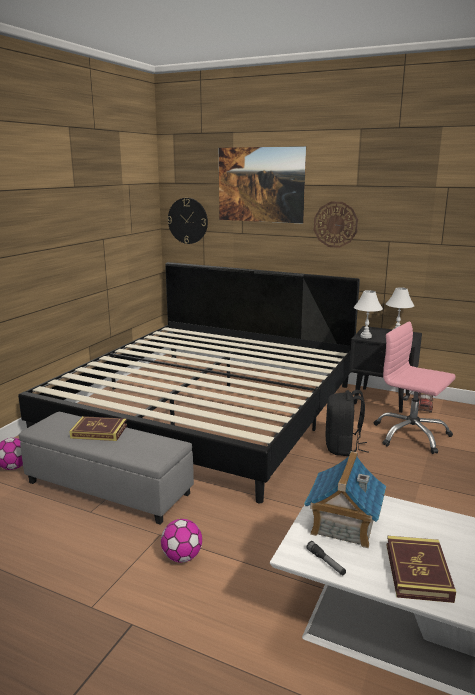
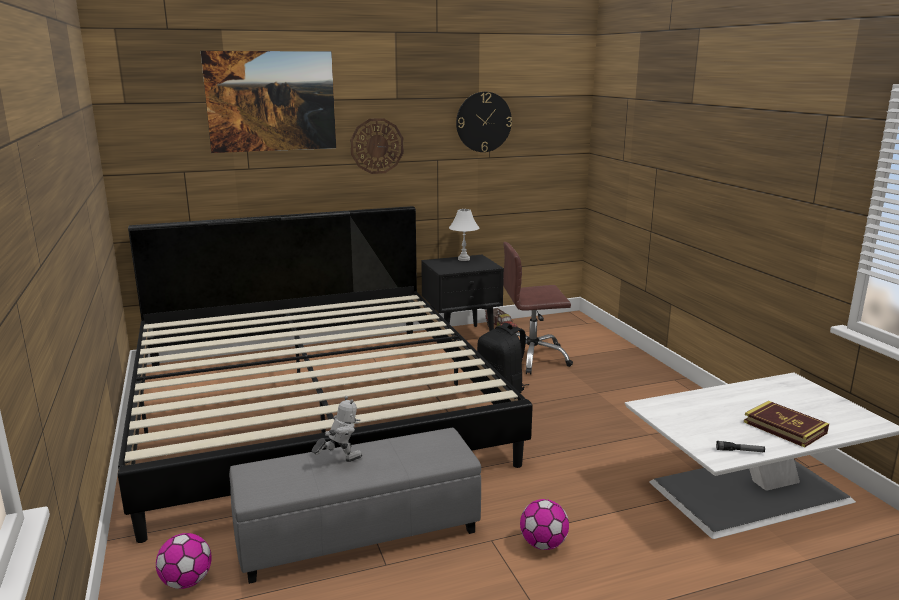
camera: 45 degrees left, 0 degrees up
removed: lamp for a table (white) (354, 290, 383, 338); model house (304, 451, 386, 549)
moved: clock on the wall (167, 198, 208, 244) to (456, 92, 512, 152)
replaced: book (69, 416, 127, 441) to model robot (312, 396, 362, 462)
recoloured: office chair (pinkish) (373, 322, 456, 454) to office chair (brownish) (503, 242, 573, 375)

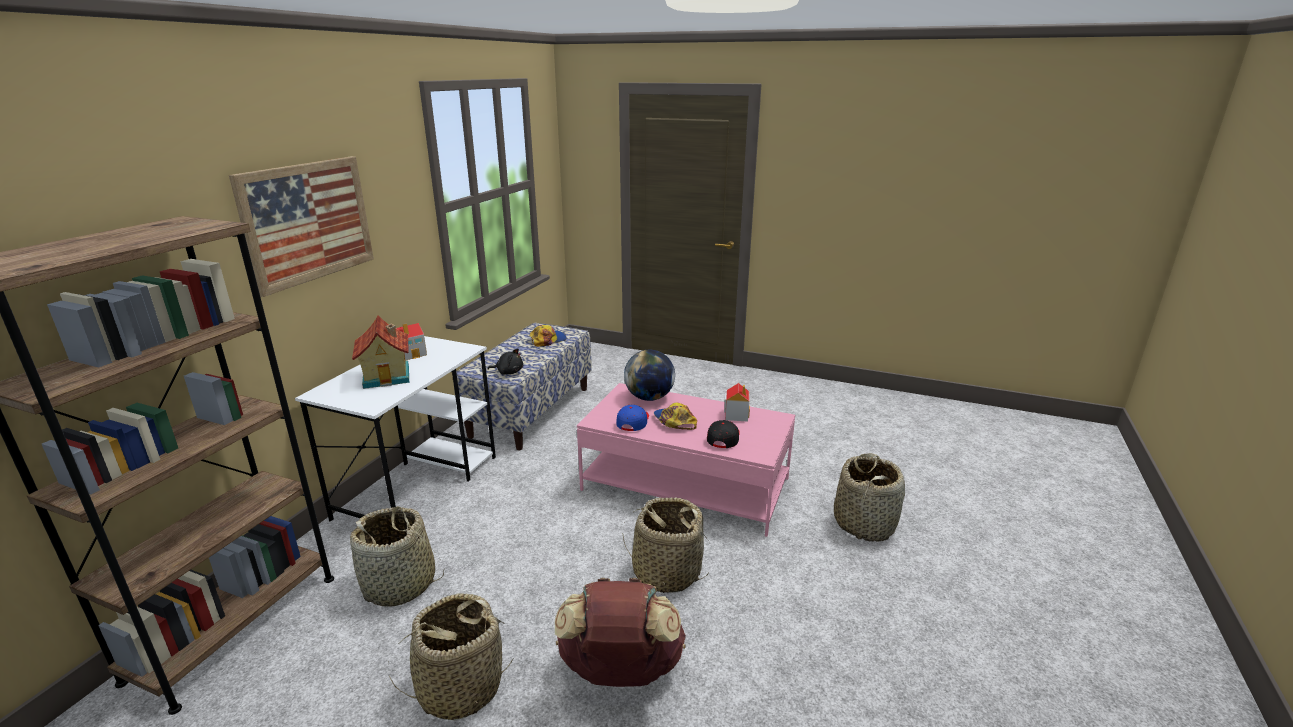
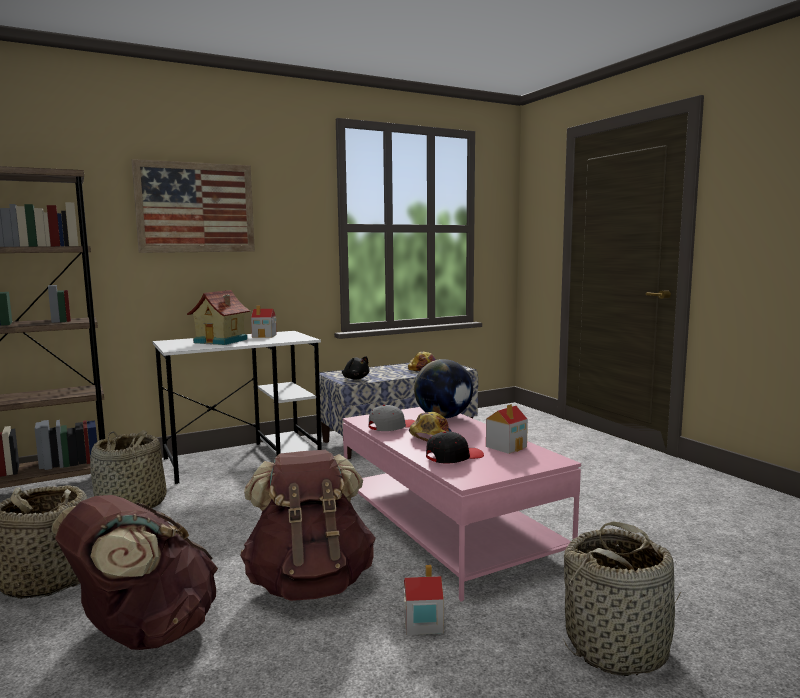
camera: 40 degrees right, 15 degrees down
added: model house (404, 565, 444, 635)
replaced: storage basket (623, 497, 708, 593) to rucksack (brownish) (240, 450, 375, 601)
recoloured: cap (blue-coloured) (616, 405, 649, 431) to cap (gray) (369, 405, 415, 431)

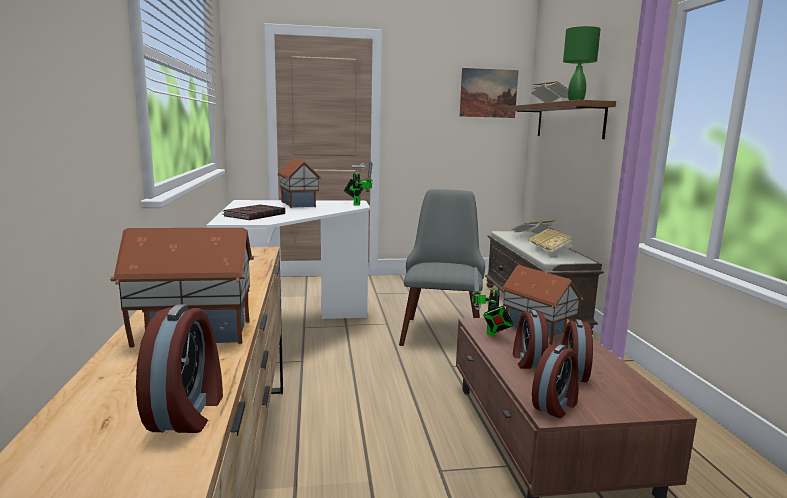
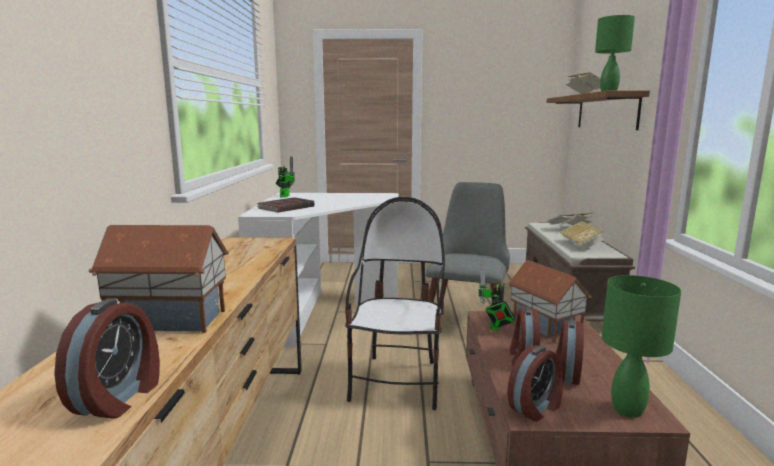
camera: 10 degrees right, 0 degrees up
removed: wall art (460, 68, 519, 118); model house (277, 158, 321, 208)
added: upright chair (345, 197, 445, 410); lamp for a table (greenish) (602, 275, 681, 418)
moved: model robot (344, 162, 373, 206) to (276, 156, 295, 198)

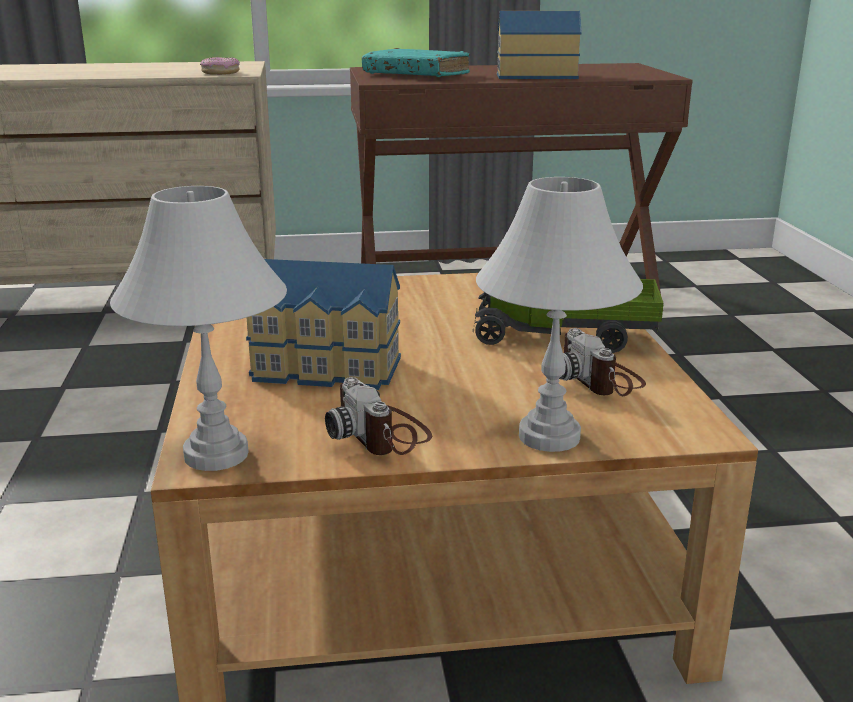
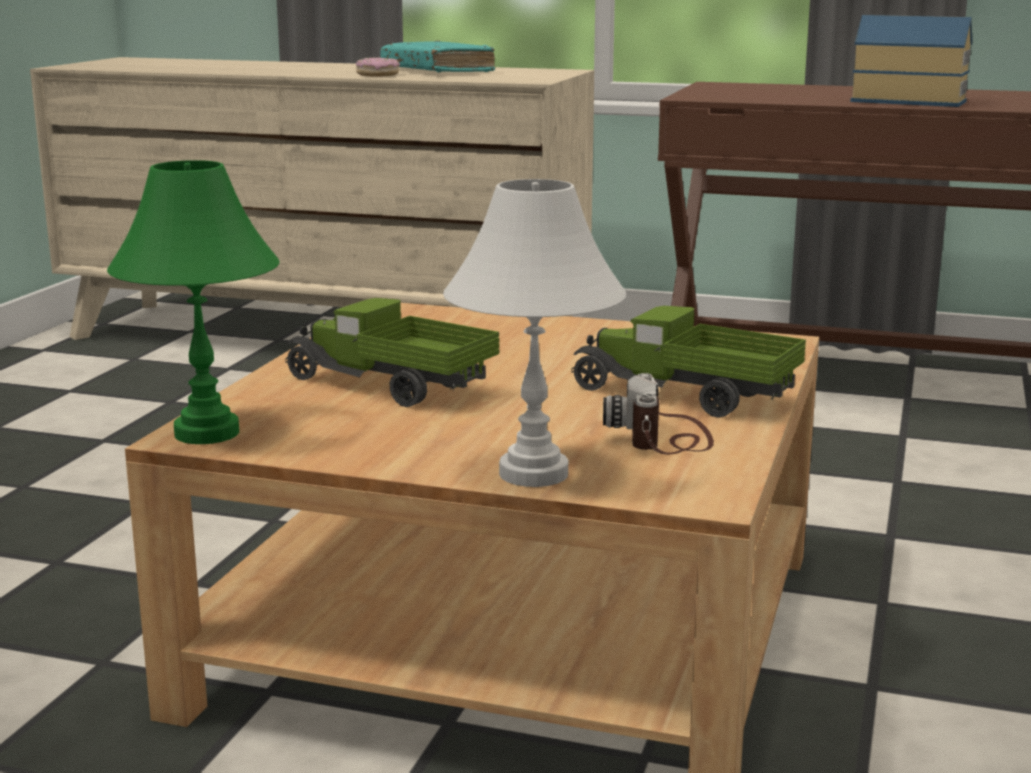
camera: 25 degrees right, 5 degrees down
removed: still camera (325, 377, 432, 455)
moved: book (blue-green) (362, 48, 470, 77) to (380, 41, 495, 73); doughnut (200, 57, 240, 75) to (356, 57, 400, 76)
replaced: model house (246, 259, 401, 390) to toy truck (285, 298, 499, 407)
recoloured: lamp for a table (white) (110, 186, 287, 471) to lamp for a table (greenish) (107, 160, 280, 444)

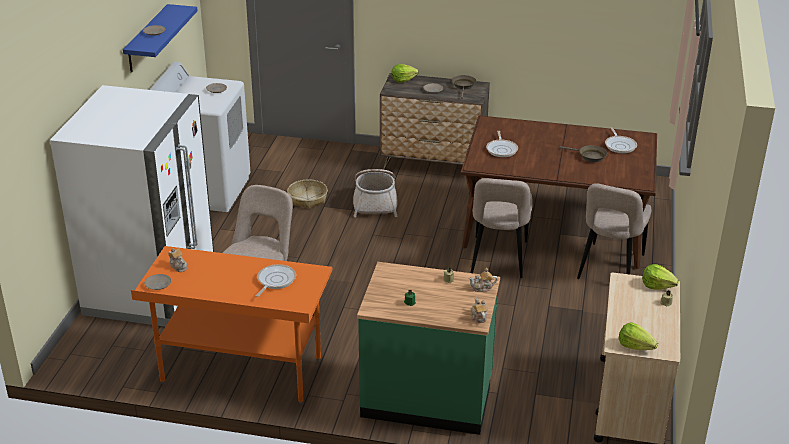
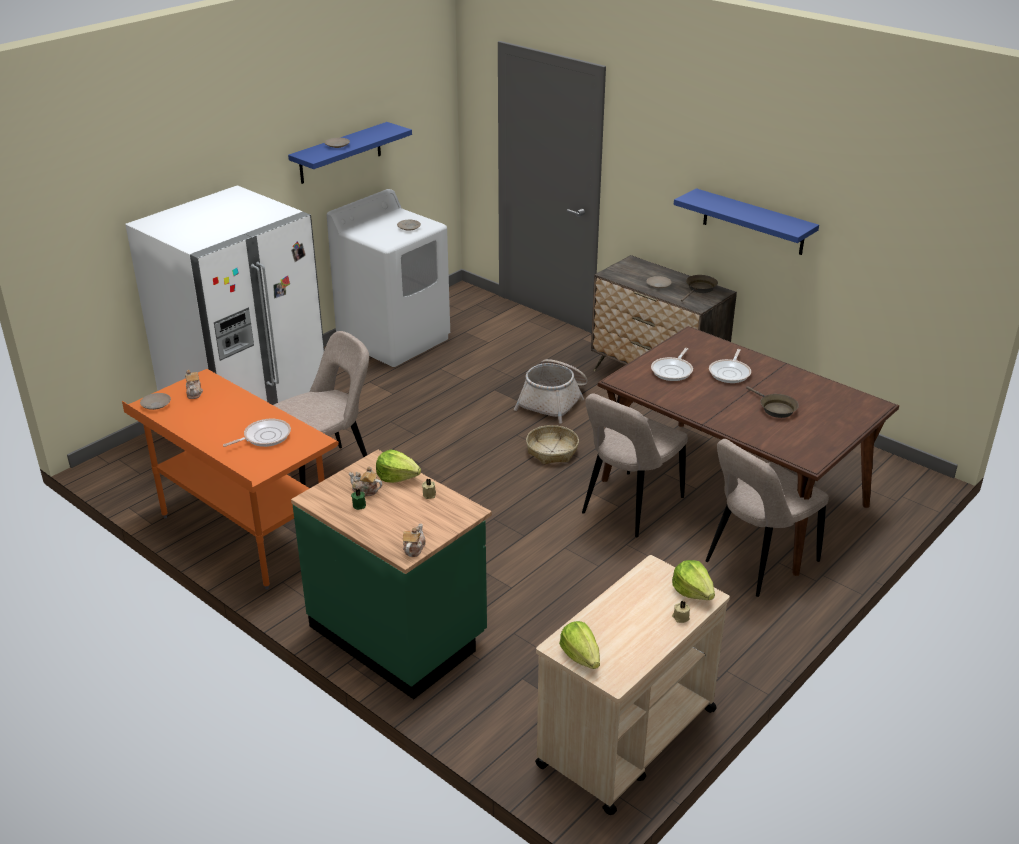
camera: 30 degrees right, 0 degrees up
added: bracket shelf (blue-coloured) (674, 188, 819, 255)
moved: head of lettuce (392, 64, 419, 83) to (376, 450, 421, 483); skillet (605, 127, 637, 153) to (709, 349, 751, 383); storage basket (287, 179, 328, 209) to (526, 425, 579, 464); teapot (469, 268, 498, 292) to (349, 466, 382, 497)

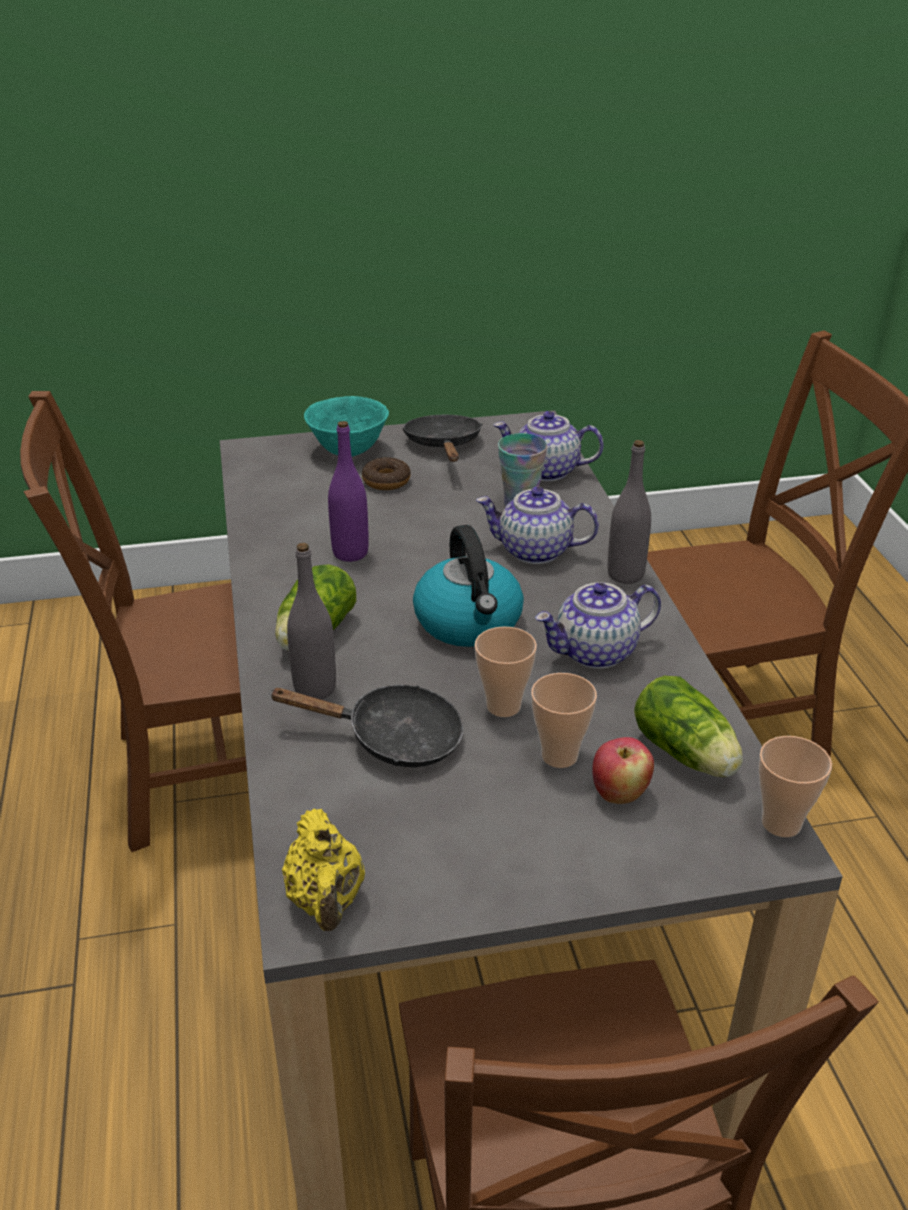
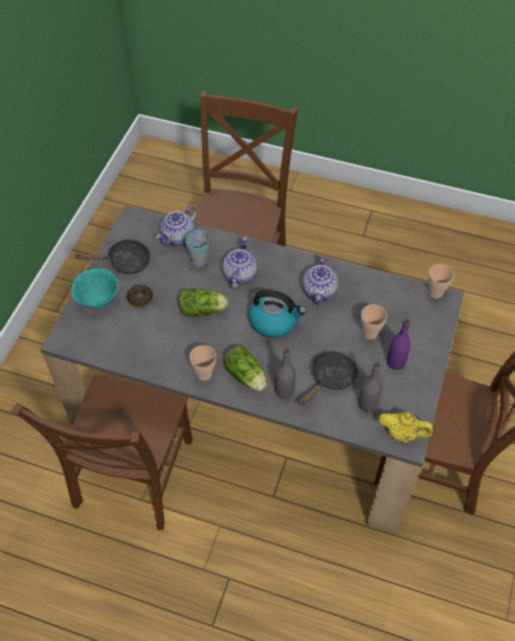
camera: 60 degrees left, 20 degrees up
removed: apple fruit (592, 737, 654, 804)
moved: bottle (purple-coloured) (328, 421, 369, 562) to (387, 319, 411, 370); bottle (gray) (608, 440, 651, 584) to (359, 362, 382, 412); drinking cup (474, 626, 537, 717) to (189, 345, 216, 381); head of lettuce (634, 676, 743, 777) to (179, 289, 228, 317)
turned: skillet (blackish) (402, 415, 482, 462) = (74, 239, 151, 274) 150 degrees clockwise; teapot (476, 486, 599, 564) = (222, 237, 257, 290) 150 degrees clockwise

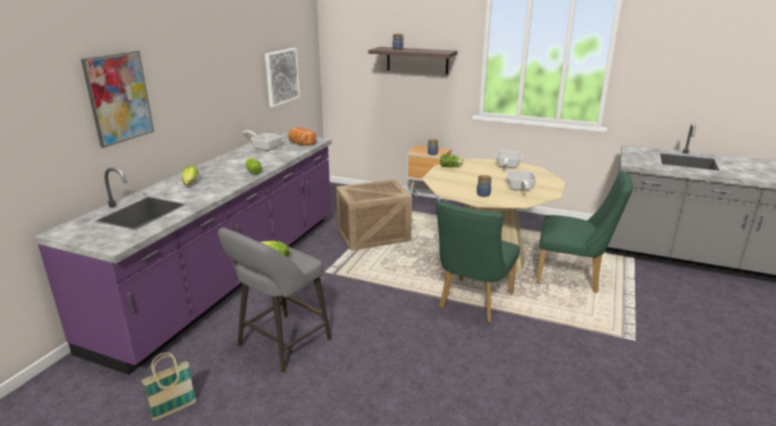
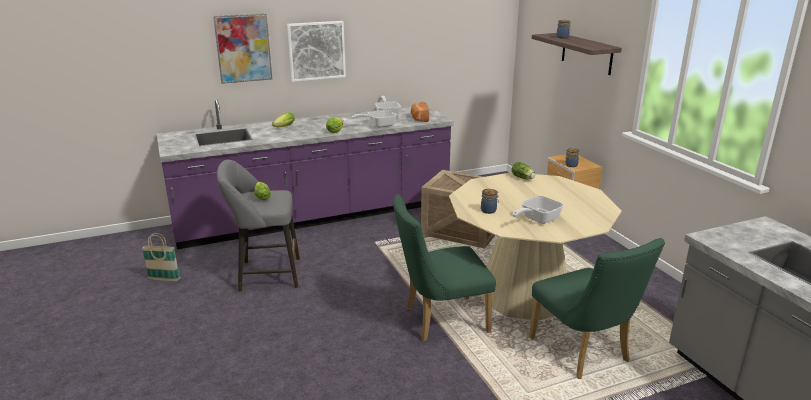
camera: 45 degrees right, 0 degrees up
moved: wall art (265, 48, 300, 108) to (287, 21, 346, 82); skillet (496, 150, 523, 168) to (352, 110, 397, 128)

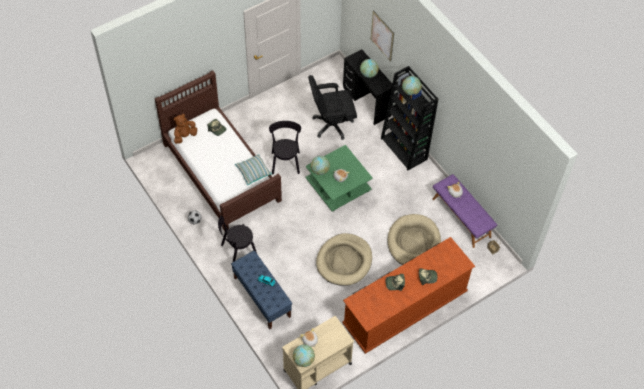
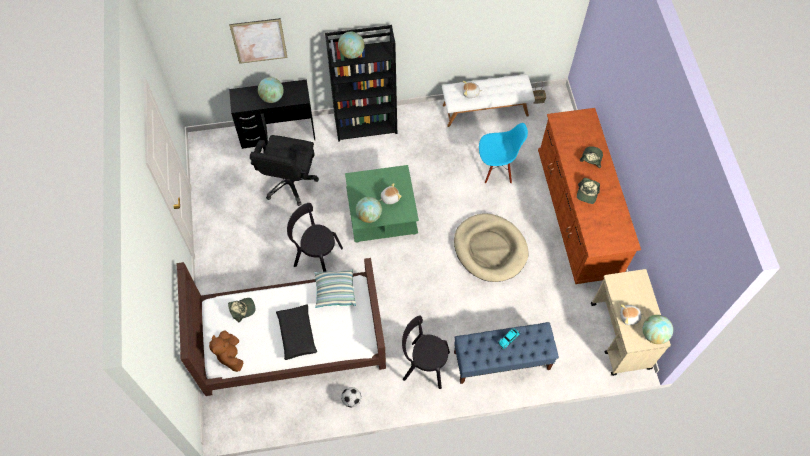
camera: 65 degrees left, 5 degrees up
added: pillow (blackish) (276, 304, 317, 360)
replaced: pet bed (beige-coloured) (387, 214, 441, 265) to upright chair (blue-coloured) (479, 123, 528, 184)
recoloured: long seat (purple-coloured) (432, 174, 497, 248) to long seat (white) (442, 74, 535, 127)
turned: upright chair (blackish) (218, 216, 257, 262) = (402, 315, 450, 389) 105 degrees clockwise

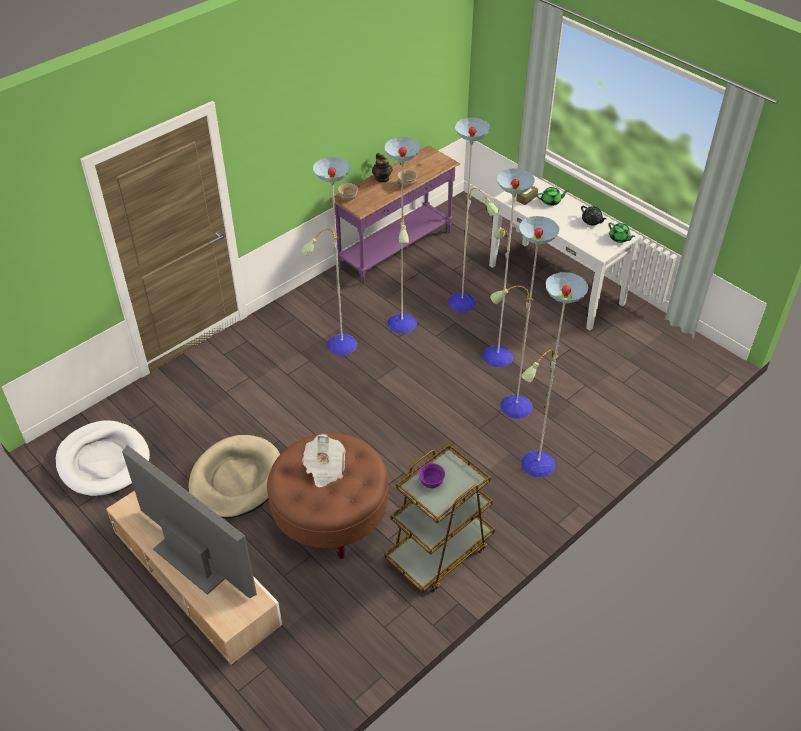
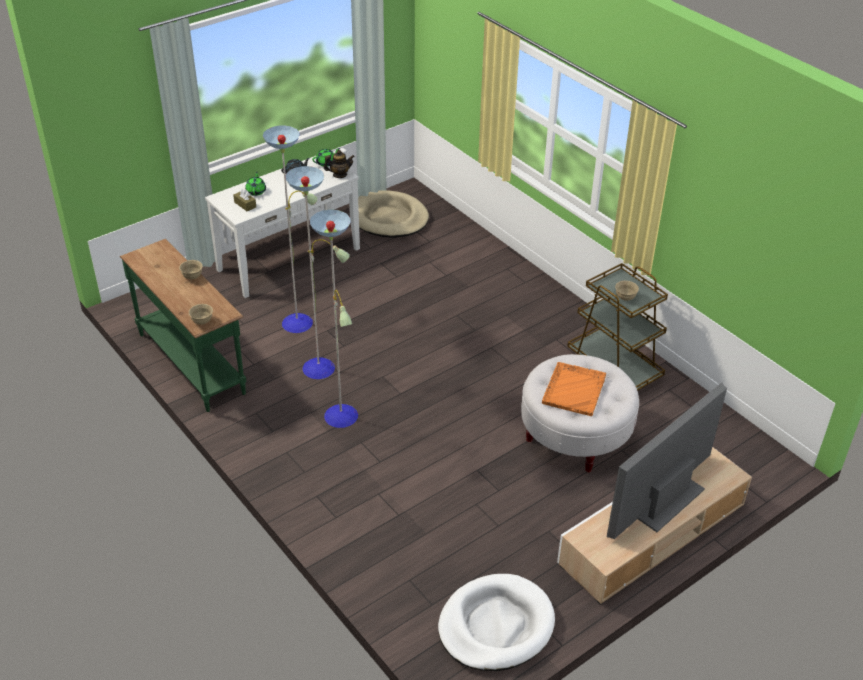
camera: 85 degrees left, 5 degrees down
removed: floor lamp (483, 168, 588, 478)
moved: teapot (372, 153, 392, 182) to (323, 150, 355, 178); pet bed (beige-coloured) (189, 435, 280, 519) to (358, 190, 429, 238)
replaced: printed paper (302, 434, 346, 487) to tray (orangey) (542, 362, 606, 416)
recoloured: narrow table (purple-coloured) (330, 145, 460, 285) to narrow table (greenish) (120, 239, 246, 412); pouffe (brownish) (267, 433, 388, 559) to pouffe (white) (521, 354, 639, 472); bowl (purple-coloured) (418, 463, 445, 488) to bowl (beige-coloured) (615, 281, 639, 301)

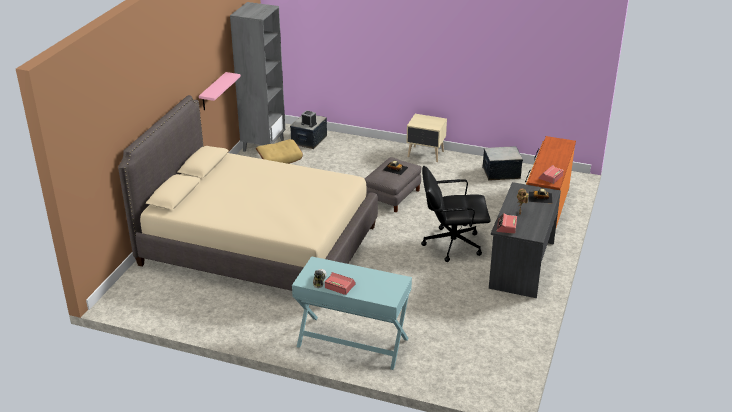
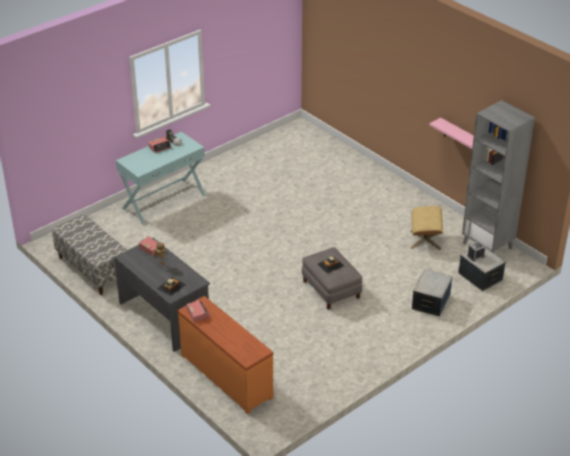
camera: 120 degrees right, 5 degrees up
removed: sleeping bed (beige-coloured) (118, 95, 378, 306); bedside table (beige-coloured) (406, 114, 447, 162); office chair (blackish) (421, 166, 491, 262)
added: long seat (52, 214, 127, 295)
moved: storage box (482, 146, 523, 180) to (412, 269, 453, 317)

